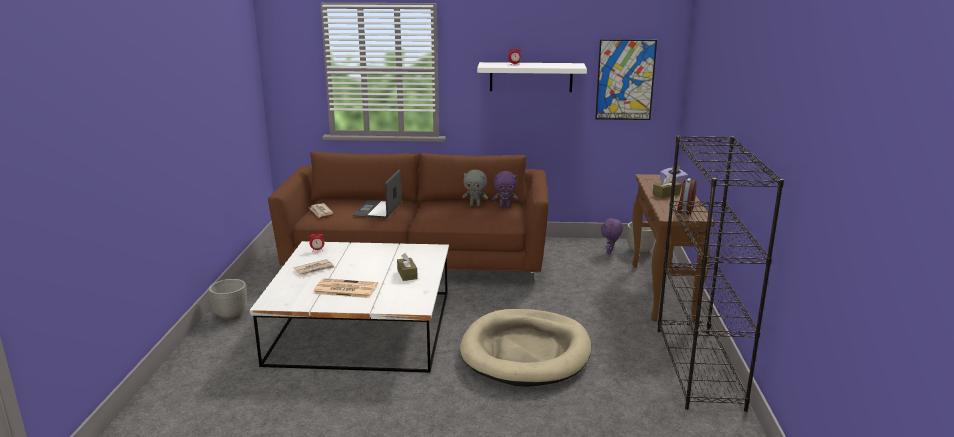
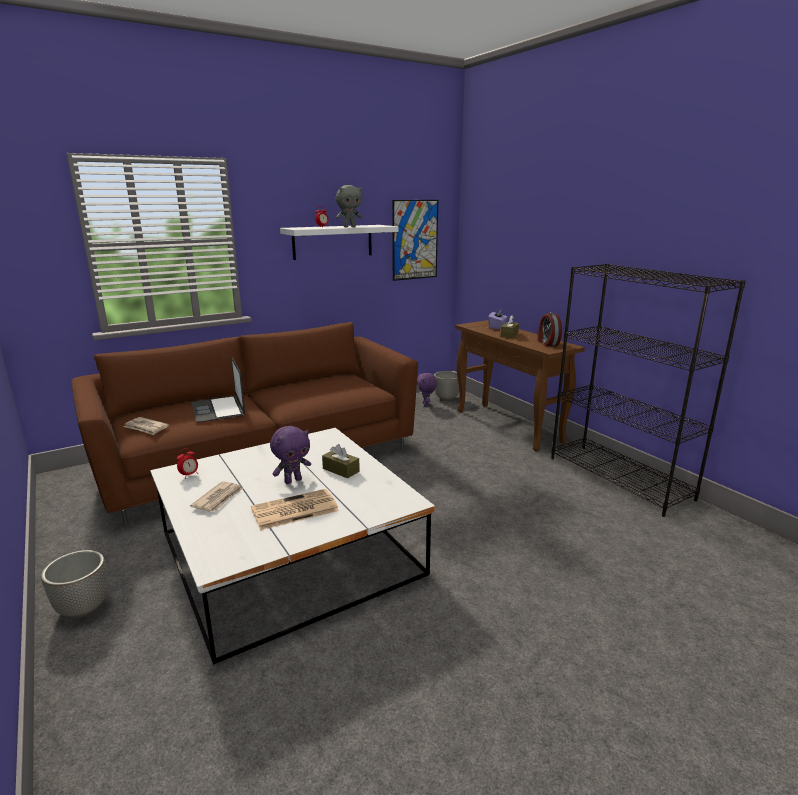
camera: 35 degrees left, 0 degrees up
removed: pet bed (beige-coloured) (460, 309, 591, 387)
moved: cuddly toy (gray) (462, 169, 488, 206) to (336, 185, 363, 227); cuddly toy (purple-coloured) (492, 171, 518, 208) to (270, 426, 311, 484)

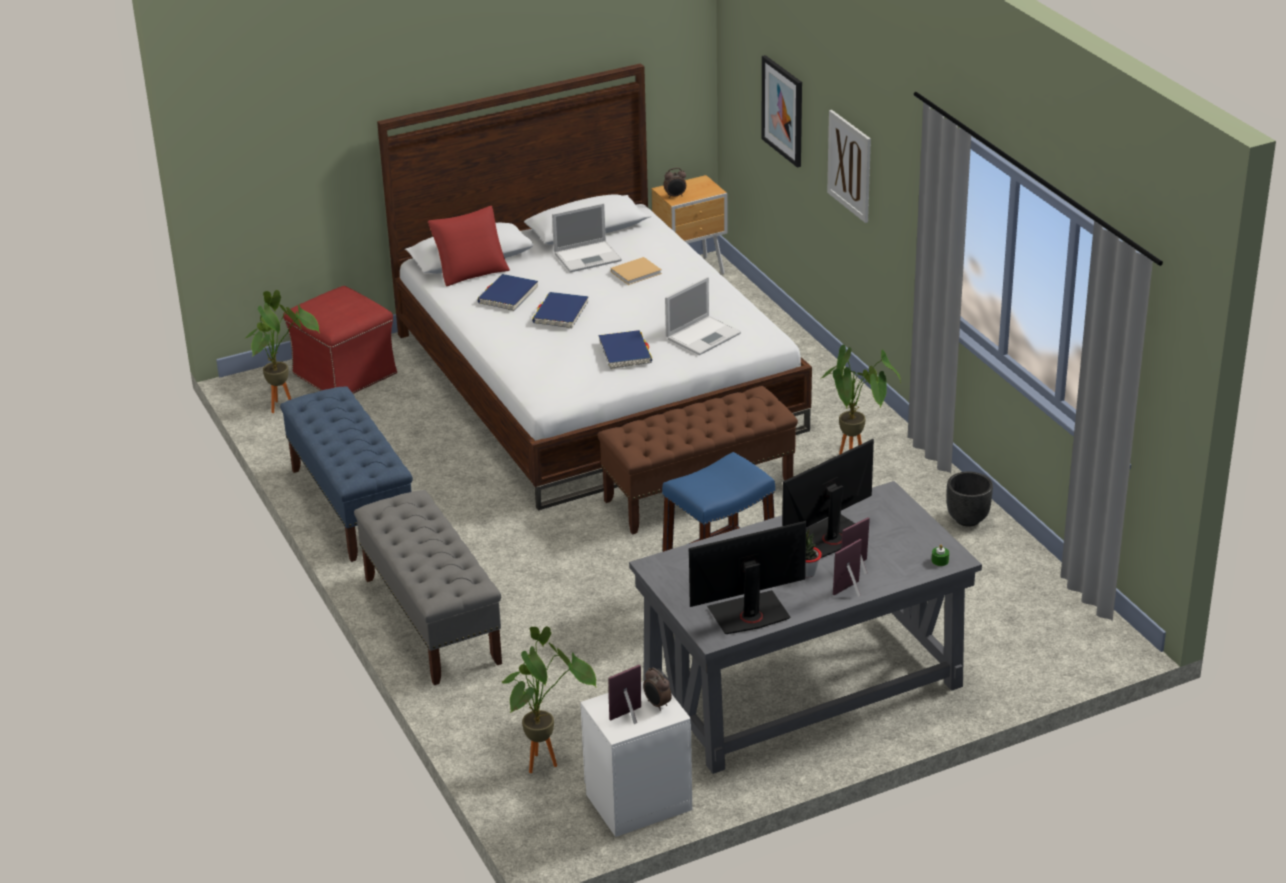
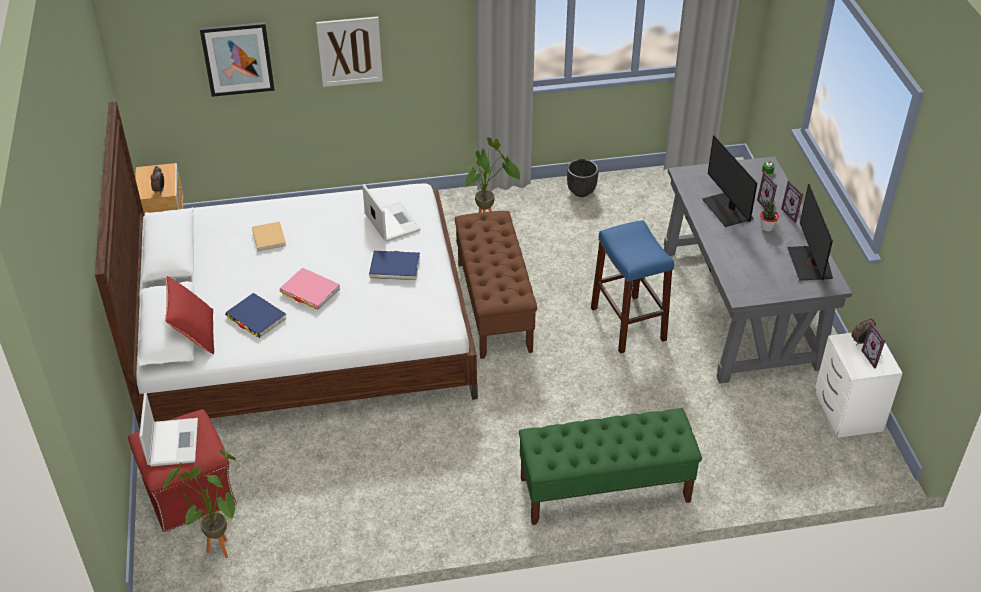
camera: 75 degrees left, 10 degrees up
removed: long seat (blue-coloured) (280, 386, 413, 562); plant in a pot (501, 626, 596, 773)
moved: portable computer (552, 203, 622, 272) to (139, 393, 198, 466)
recoloured: book (blue-coloured) (532, 292, 589, 329) to book (pinkish) (280, 268, 340, 309); long seat (gray) (354, 490, 502, 685) to long seat (greenish) (519, 408, 702, 525)

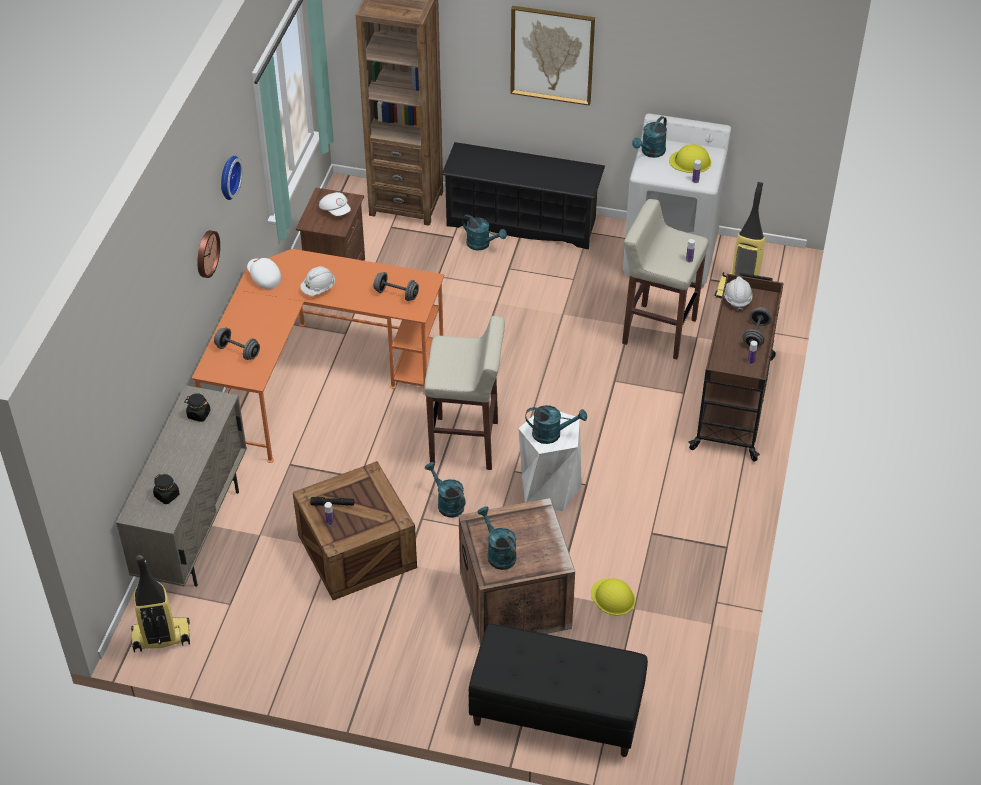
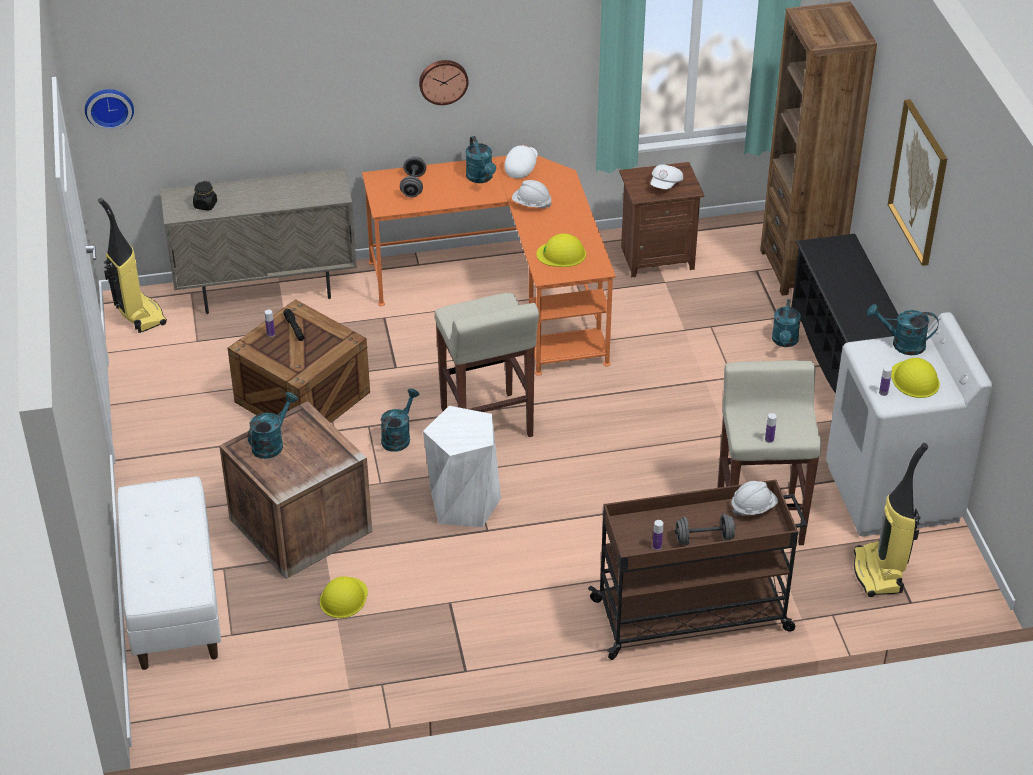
camera: 65 degrees right, 5 degrees down
removed: storage jar (blackish) (184, 393, 211, 422)
moved: clock on the wall (221, 156, 243, 200) to (85, 89, 134, 131); watering pot (blue-green) (525, 405, 587, 444) to (466, 136, 496, 183)
replaced: free weight (gray) (373, 272, 419, 301) to work helmet (yellow-coloured) (536, 234, 586, 267)
recoloured: long seat (blackish) (468, 624, 648, 757) to long seat (white) (117, 477, 221, 670)

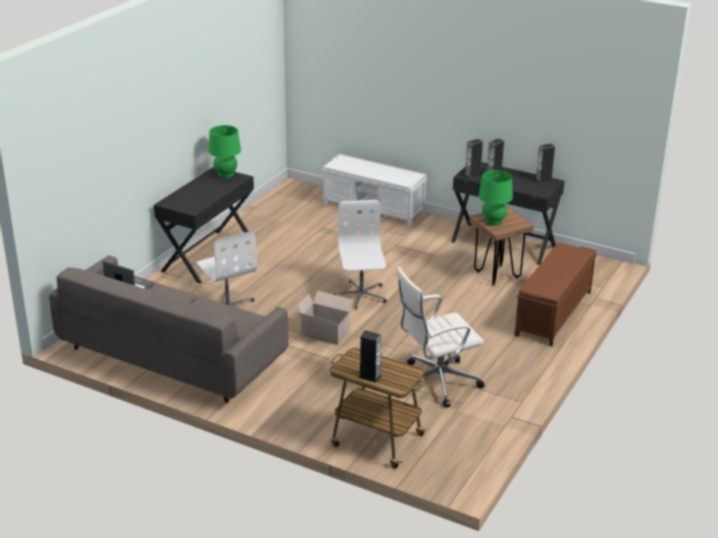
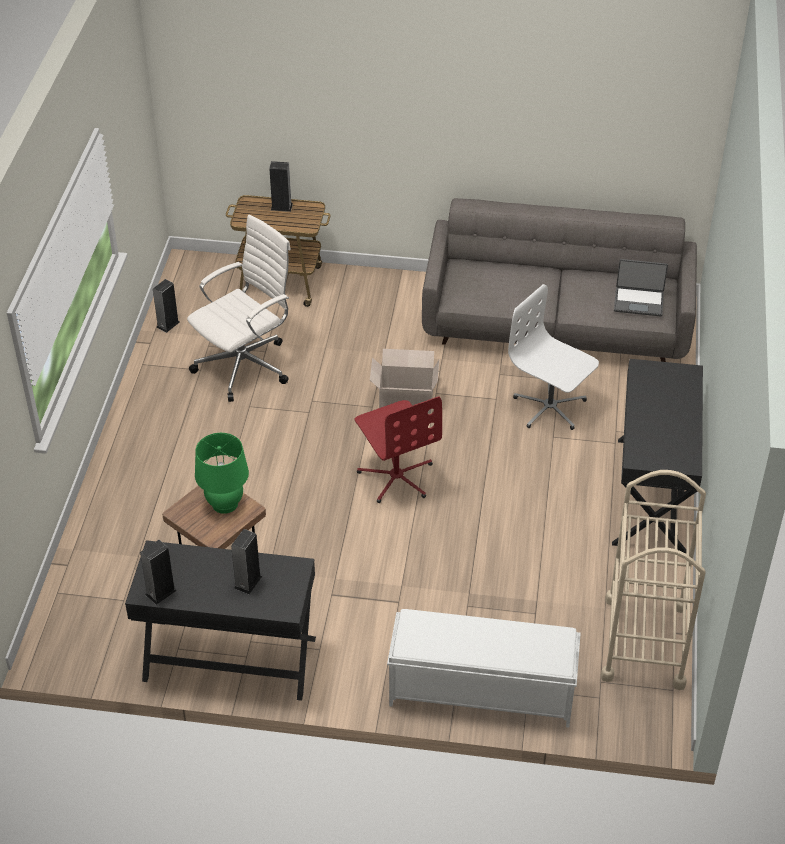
camera: 160 degrees right, 15 degrees up
removed: lamp for a table (greenish) (208, 125, 241, 178); long seat (brownish) (515, 242, 597, 347)
added: wheeled cart (beige-coloured) (600, 470, 706, 690)
moved: audio speaker (464, 139, 483, 179) to (153, 279, 179, 333)
recoloured: office chair (white) (333, 200, 387, 310) to office chair (red-coloured) (355, 397, 442, 503)

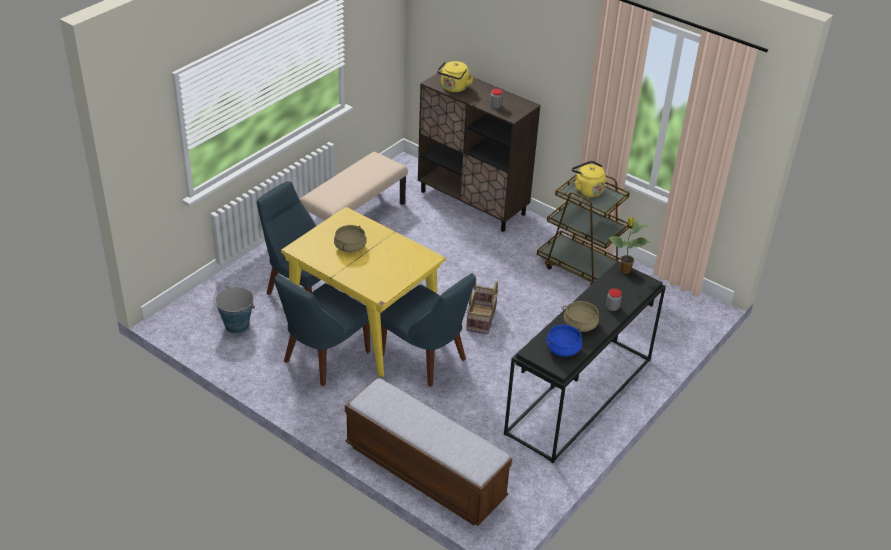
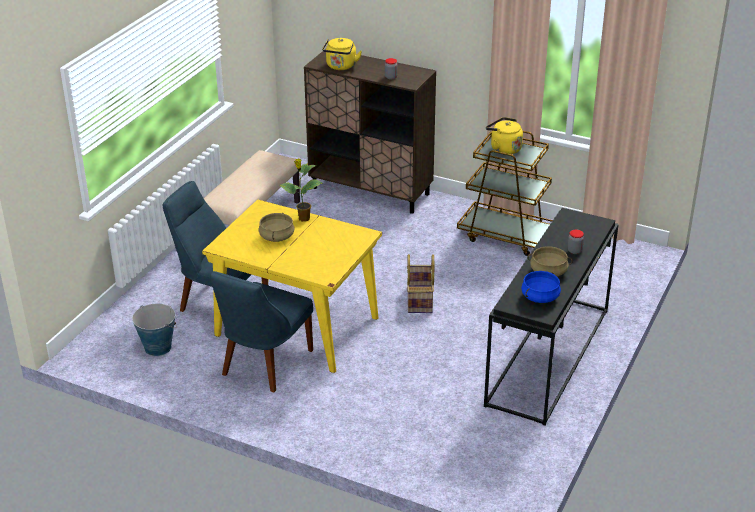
camera: 10 degrees left, 5 degrees down
removed: upright chair (blue-coloured) (380, 273, 476, 387); long seat (345, 378, 512, 526)
moved: plant in a pot (608, 217, 651, 274) to (279, 158, 323, 222)

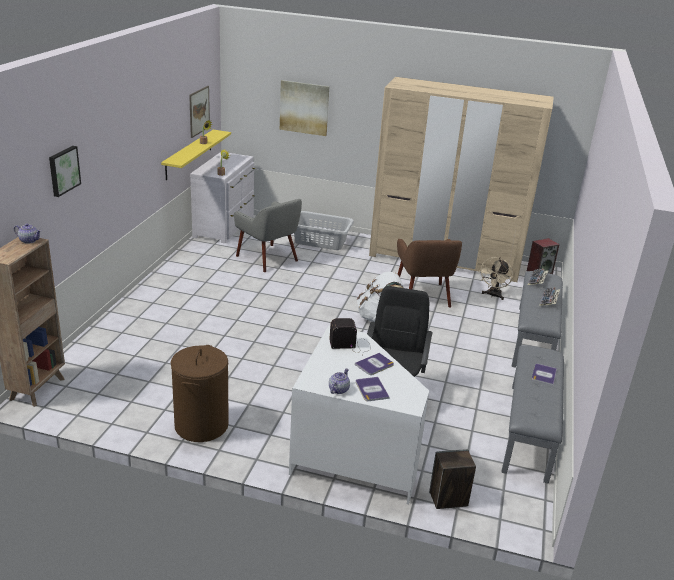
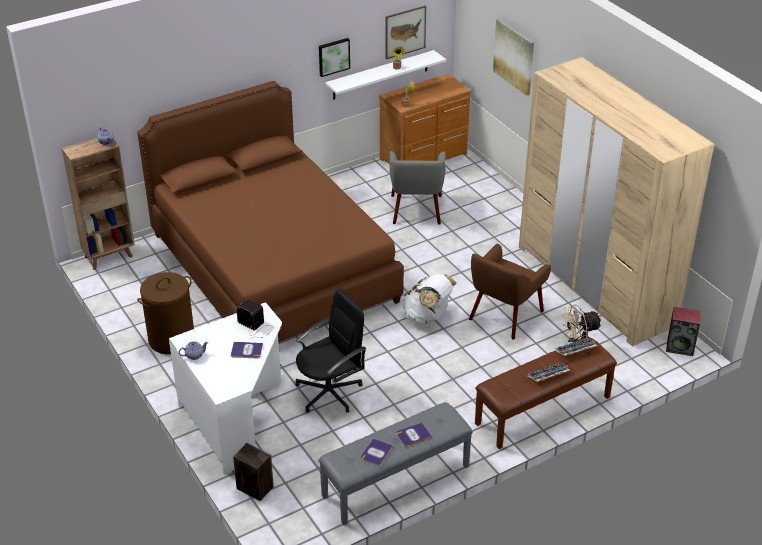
camera: 45 degrees right, 10 degrees up
removed: hamper (gray) (294, 211, 354, 250)
added: sleeping bed (brownish) (137, 81, 404, 342)
moved: wall art (49, 146, 81, 197) to (319, 38, 350, 77); book (356, 377, 390, 401) to (361, 439, 394, 467)
recoloured: bracket shelf (yellow-coloured) (161, 130, 231, 180) to bracket shelf (white) (326, 50, 446, 100); drawer chest (white) (190, 152, 255, 244) to drawer chest (brownish) (379, 74, 471, 164); long seat (gray) (511, 271, 563, 368) to long seat (brownish) (475, 337, 617, 449)

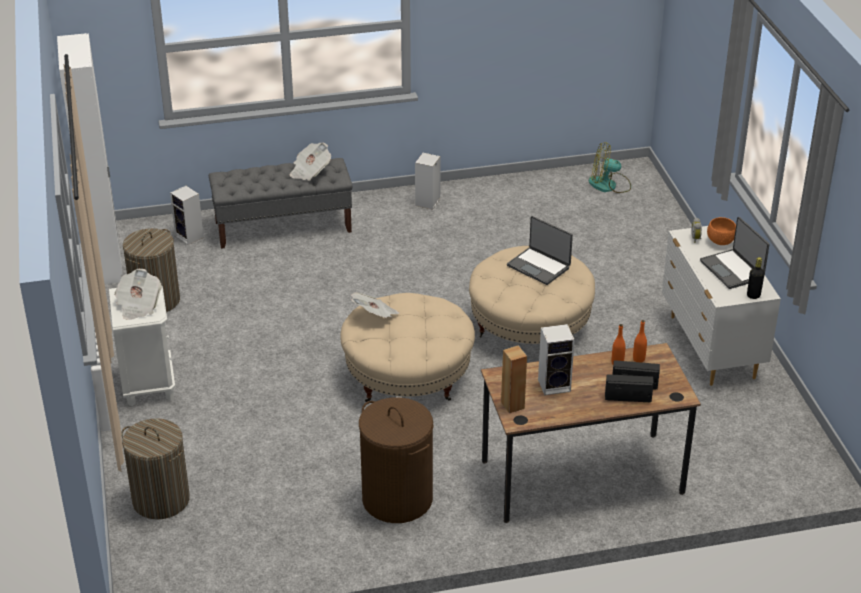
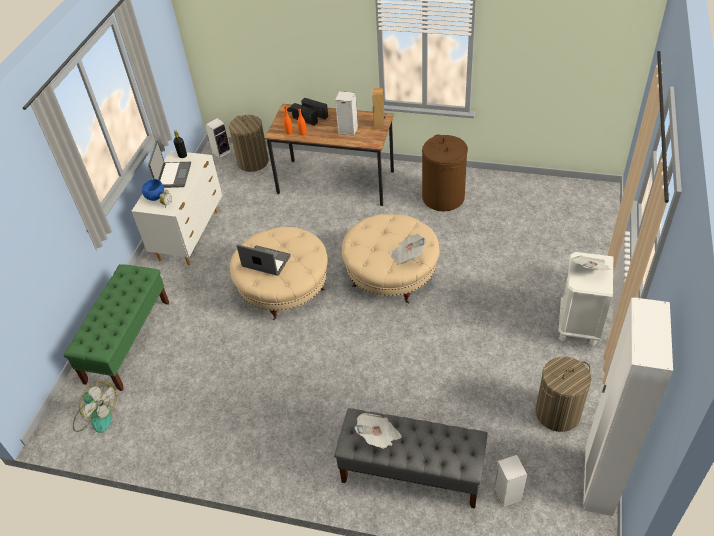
camera: 150 degrees left, 10 degrees up
added: long seat (greenish) (64, 264, 169, 391)
moved: audio speaker (415, 153, 441, 209) to (205, 118, 232, 158); hamper (121, 418, 190, 520) to (229, 115, 269, 172)
recoloured: bowl (orangey) (707, 217, 736, 245) to bowl (blue-coloured) (142, 179, 164, 201)
turned: portable computer (507, 216, 573, 285) = (237, 244, 291, 276) 45 degrees counterclockwise

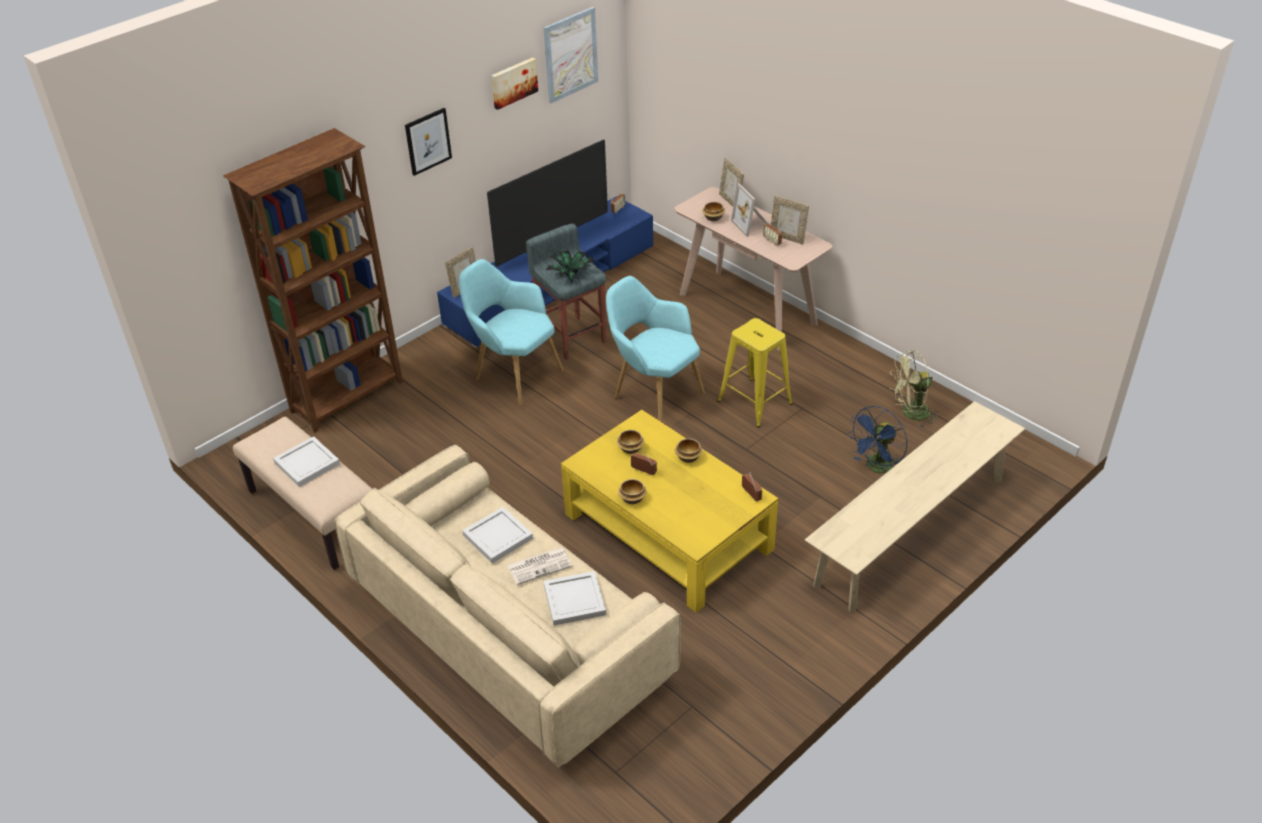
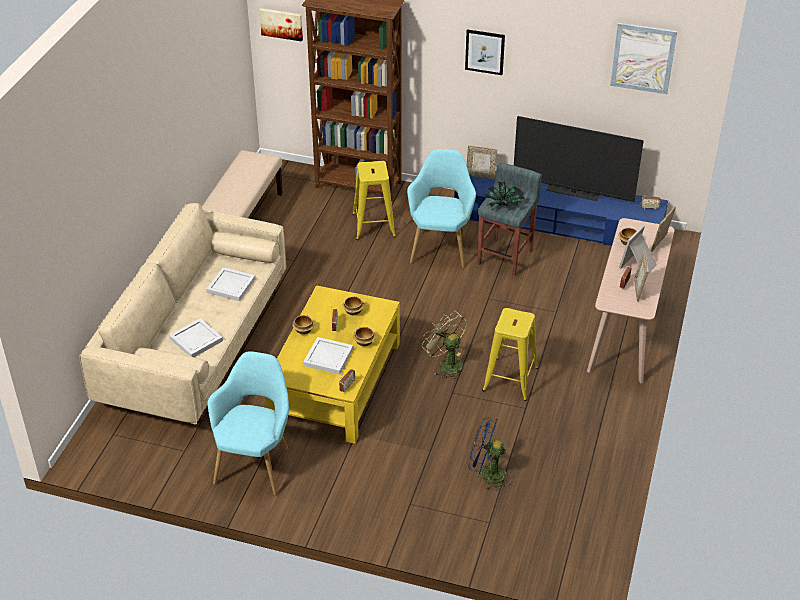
camera: 60 degrees right, 0 degrees up
removed: long seat (beige-coloured) (805, 401, 1025, 612); printed paper (507, 547, 572, 585)
added: stool seat (yellow-coloured) (352, 161, 396, 240)
moved: wall art (491, 57, 538, 110) to (259, 8, 303, 42); armchair (blue-green) (606, 276, 705, 422) to (207, 351, 289, 495); cooling fan (greenish) (890, 351, 939, 427) to (422, 311, 467, 380); tray (white) (273, 436, 340, 487) to (303, 337, 353, 375)

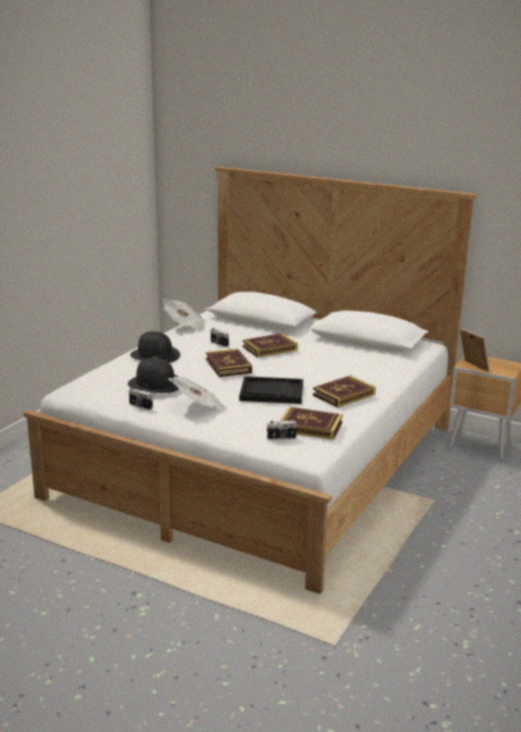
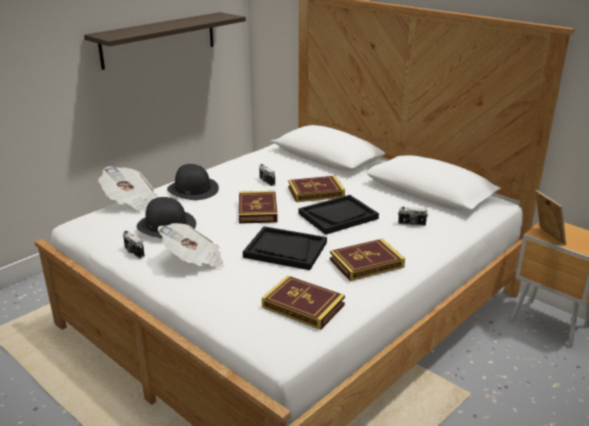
camera: 15 degrees right, 5 degrees up
added: bracket shelf (84, 12, 246, 70); tray (blackish) (298, 195, 379, 235)
moved: printed paper (163, 299, 206, 331) to (98, 166, 157, 211); still camera (266, 421, 298, 440) to (398, 207, 428, 226)

